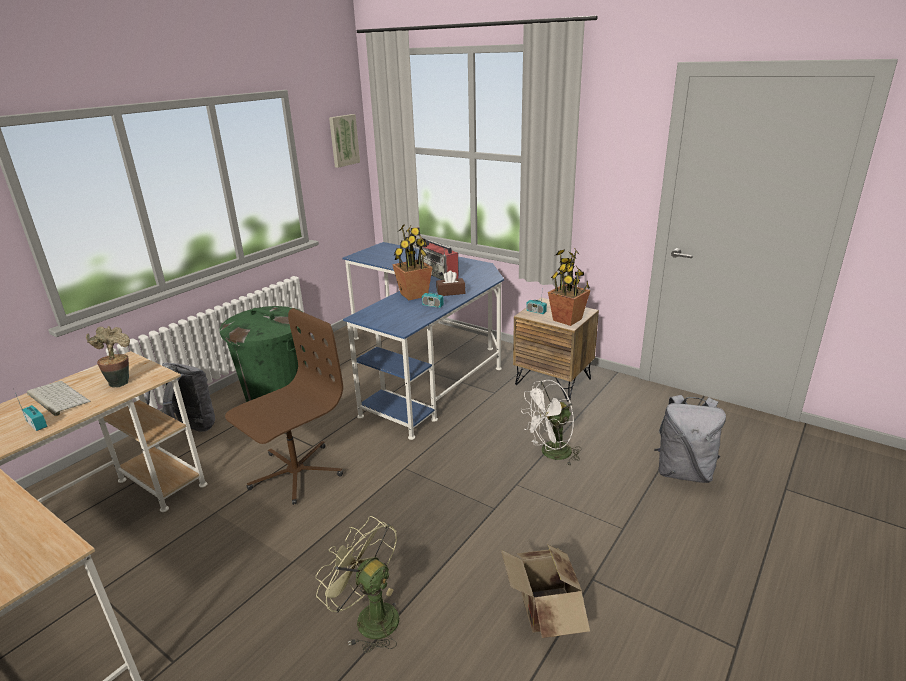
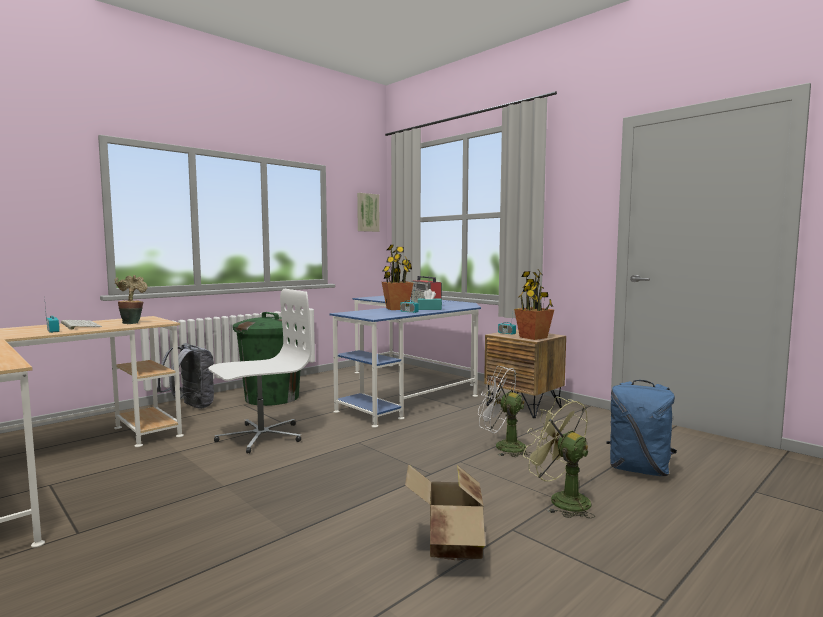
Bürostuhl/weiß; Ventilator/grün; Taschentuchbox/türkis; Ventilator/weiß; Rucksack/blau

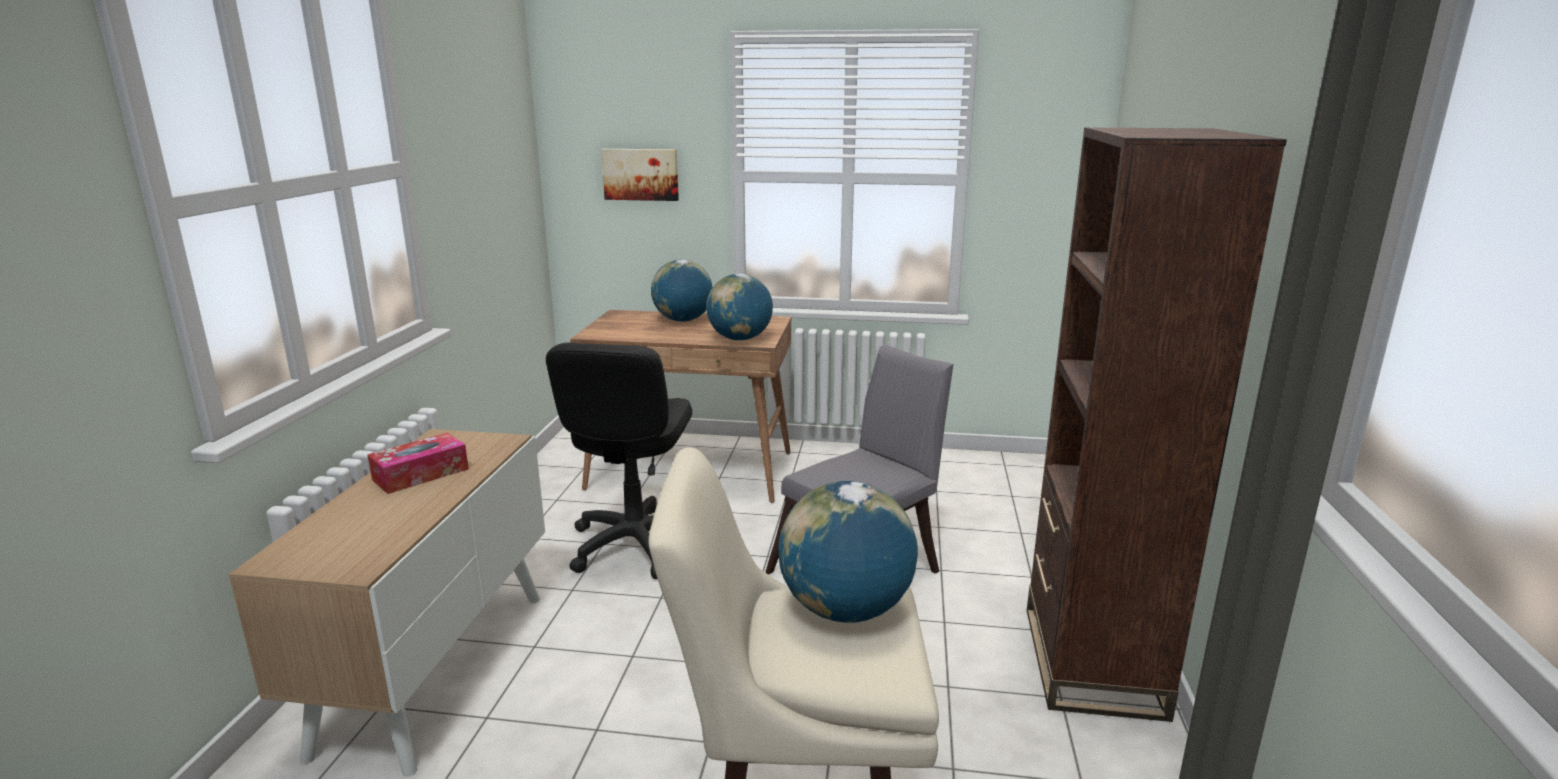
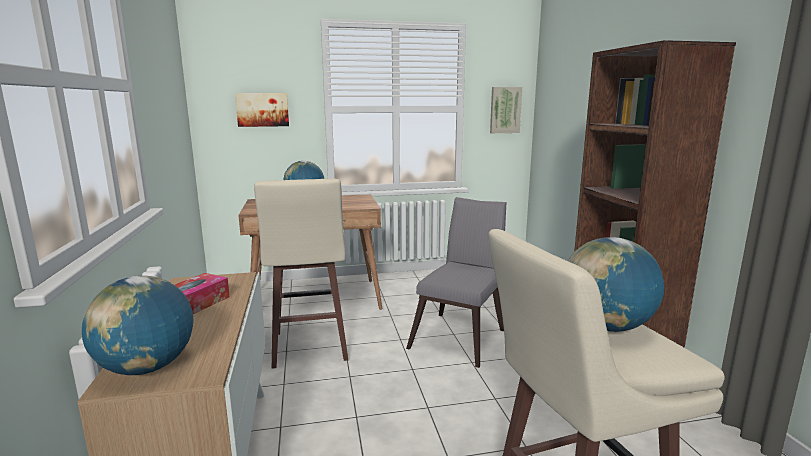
Hocker/beige (no. 1 from left); Globus (no. 1 from left); Bild (no. 2 from left)

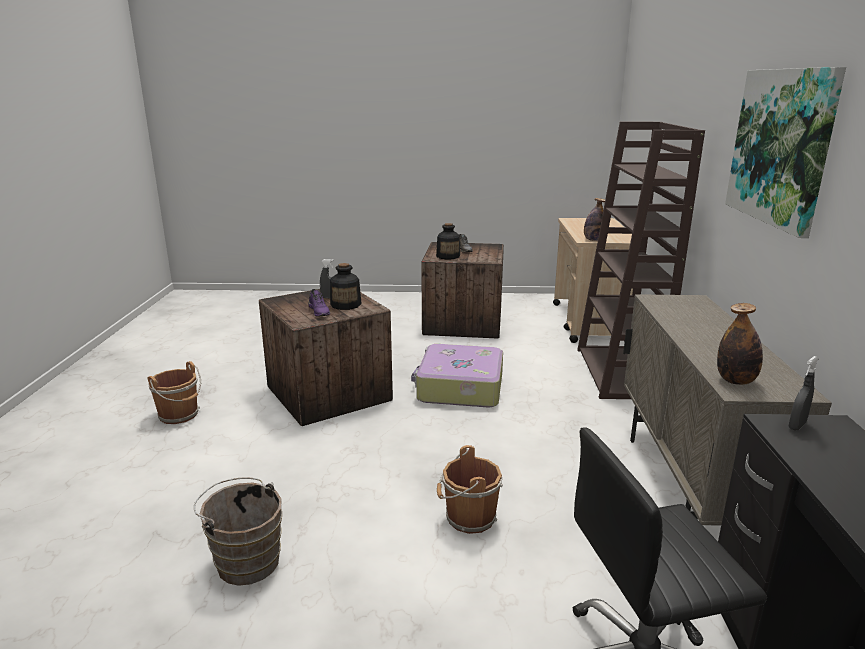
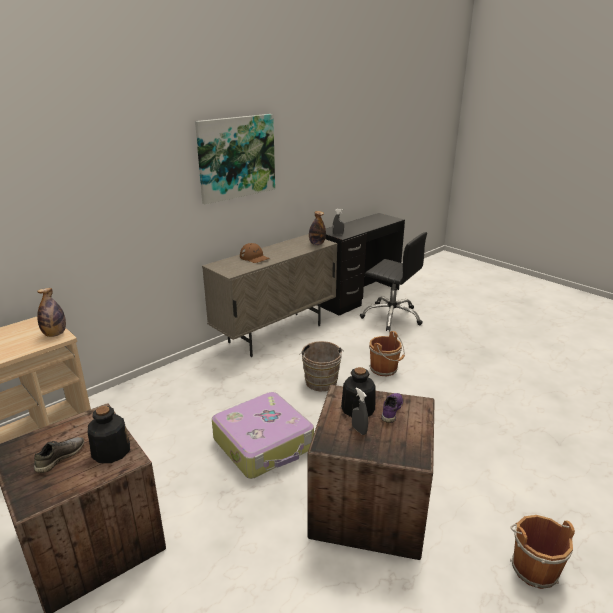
Eimer/braun (no. 1 from left); Bücherregal/braun; Kappe/braun

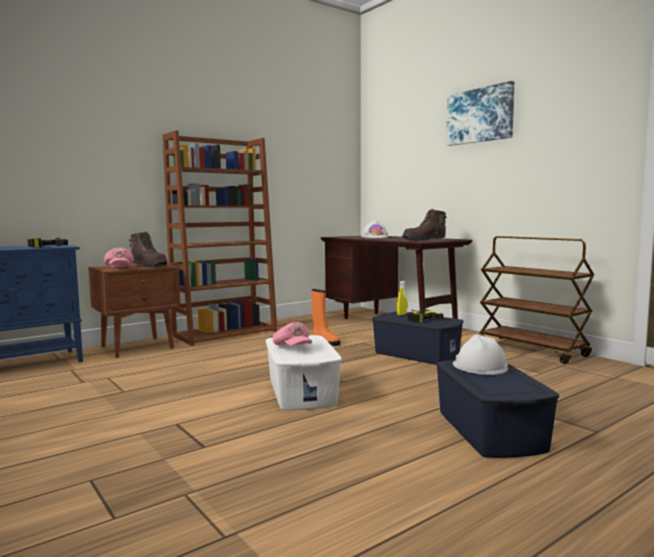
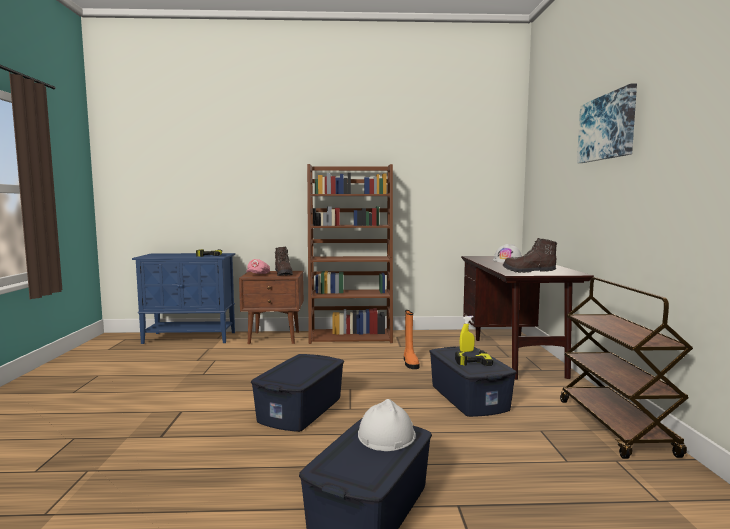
Aufbewahrungsbox/blau (no. 1 from left); Kappe/rosa (no. 2 from left in the first image)

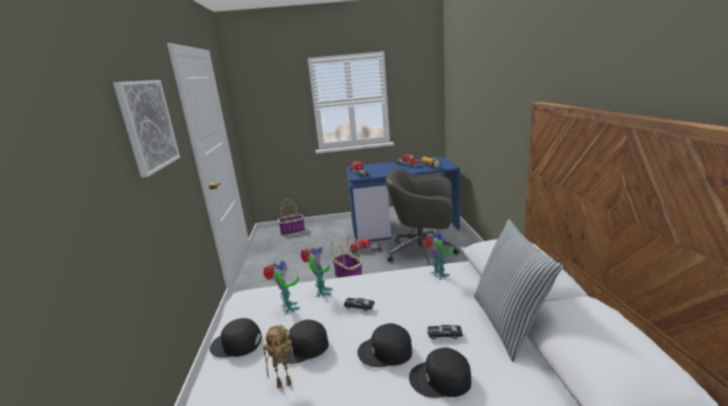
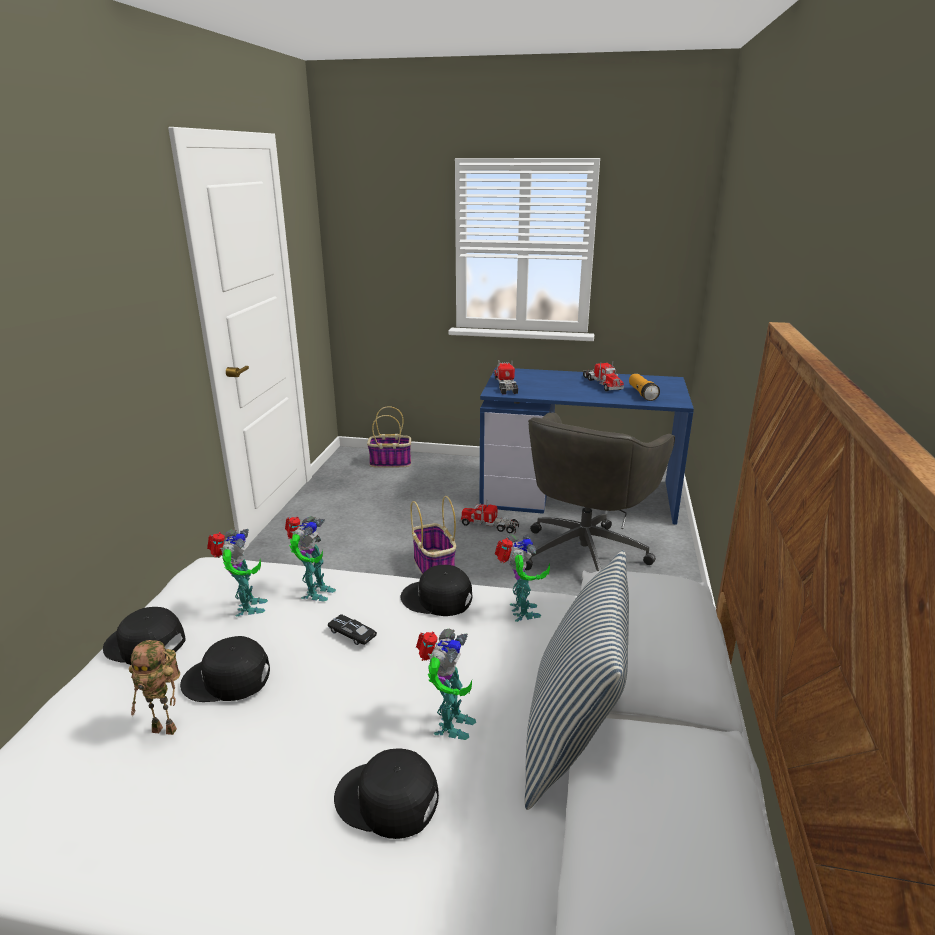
Bild; Kappe/schwarz (no. 4 from left); Bürostuhl/grau; Spielzeugroboter (no. 4 from left)

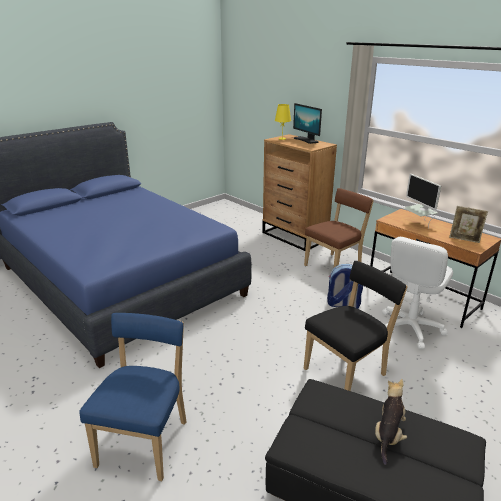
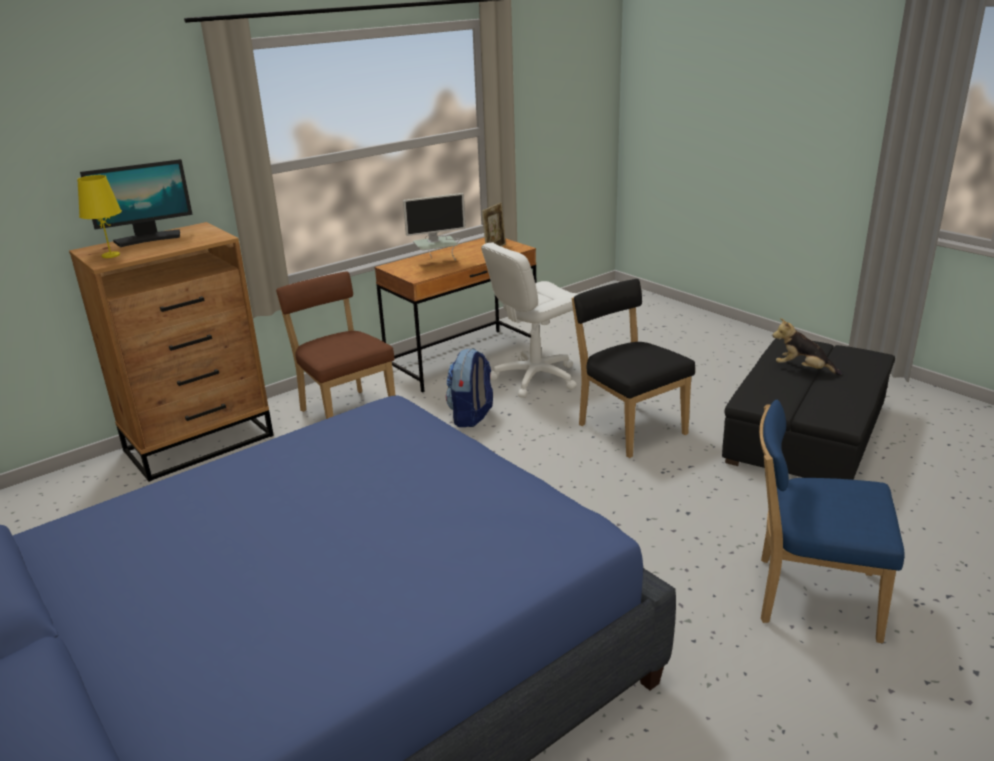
Bürostuhl/weiß

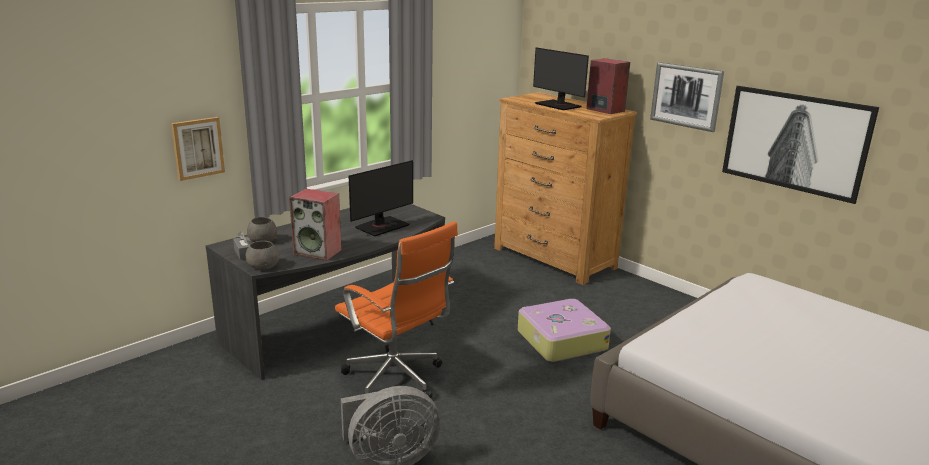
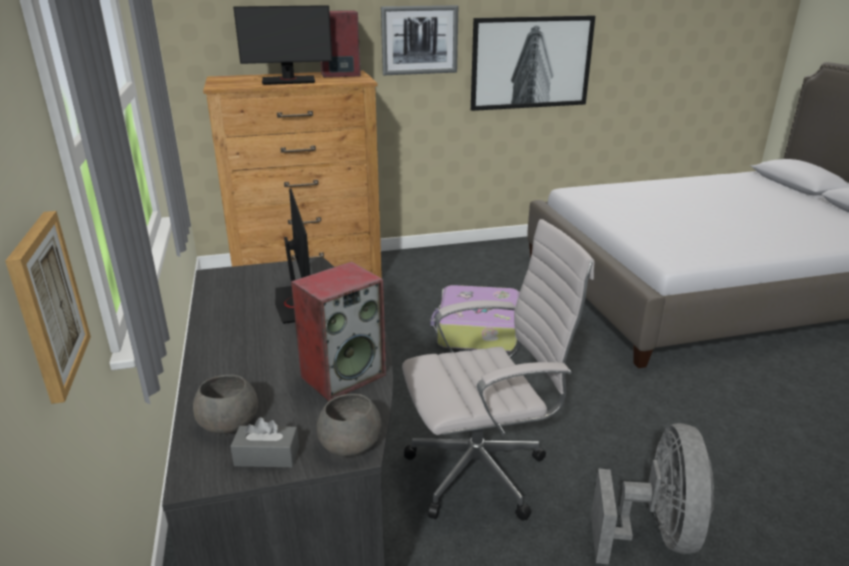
Bürostuhl/weiß

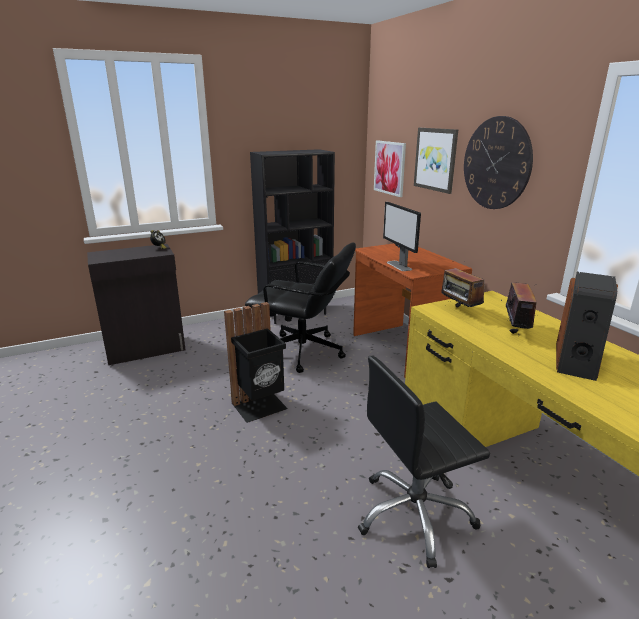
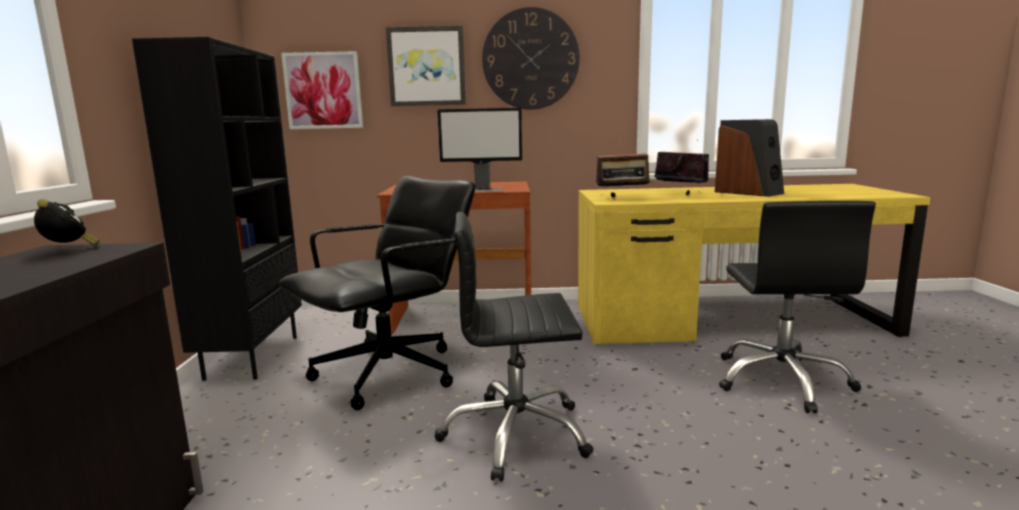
Bürostuhl/schwarz (no. 2 from left)

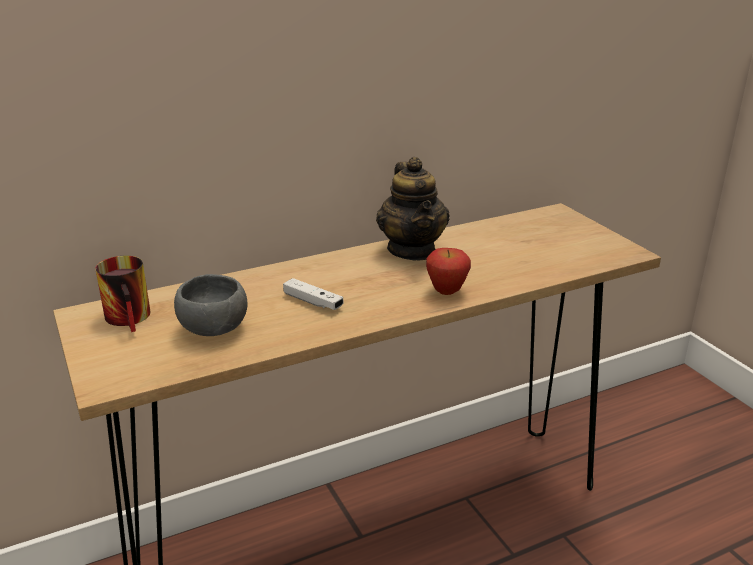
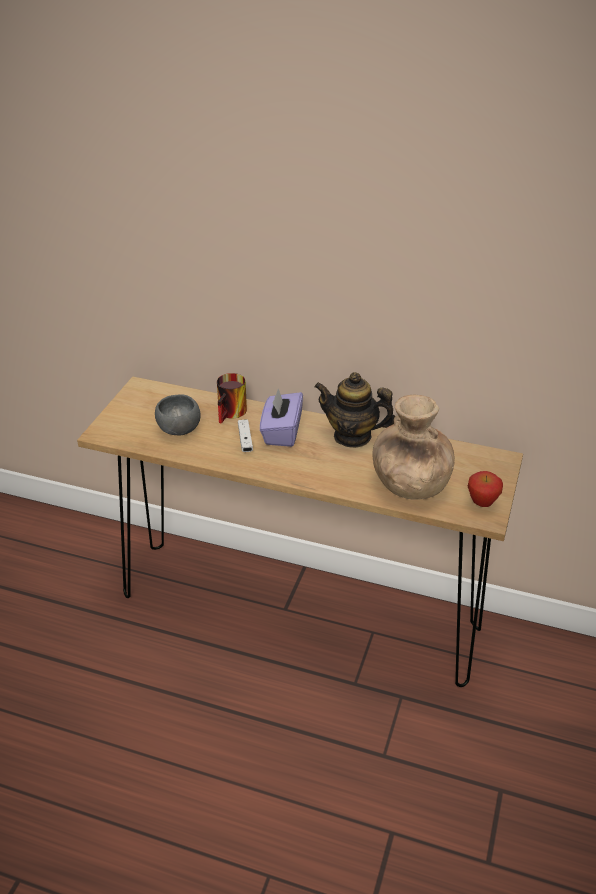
Henkelbecher; Teekanne; Apfel; Taschentuchbox/lila; Vase/braun

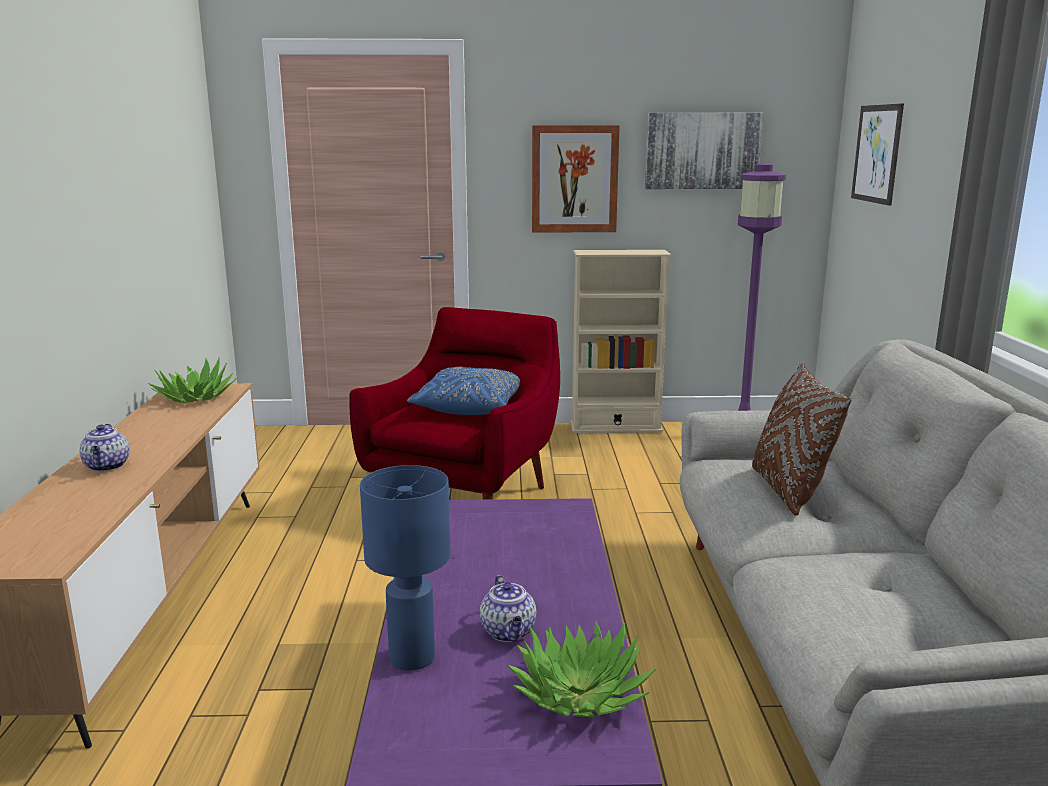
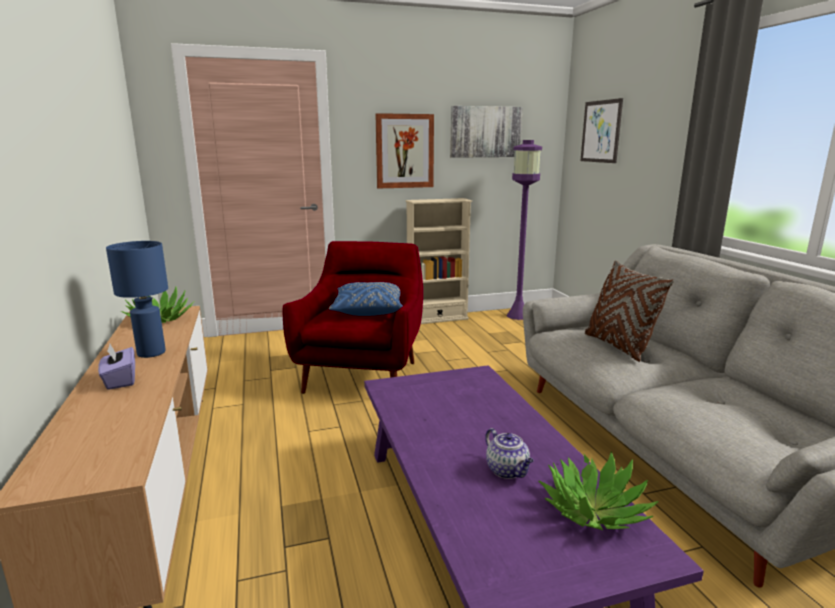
Taschentuchbox/lila; Tischlampe/blau

